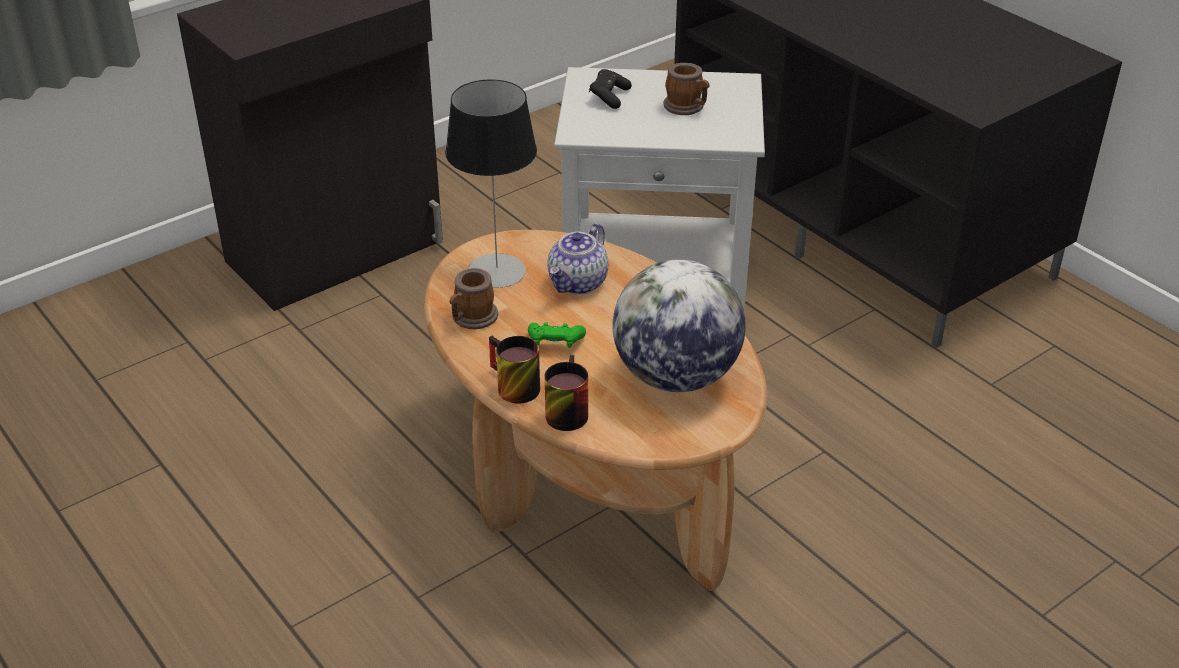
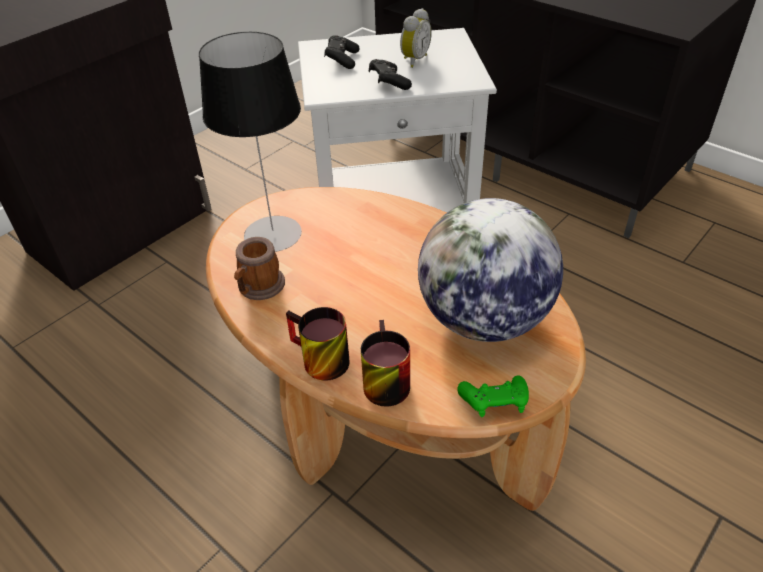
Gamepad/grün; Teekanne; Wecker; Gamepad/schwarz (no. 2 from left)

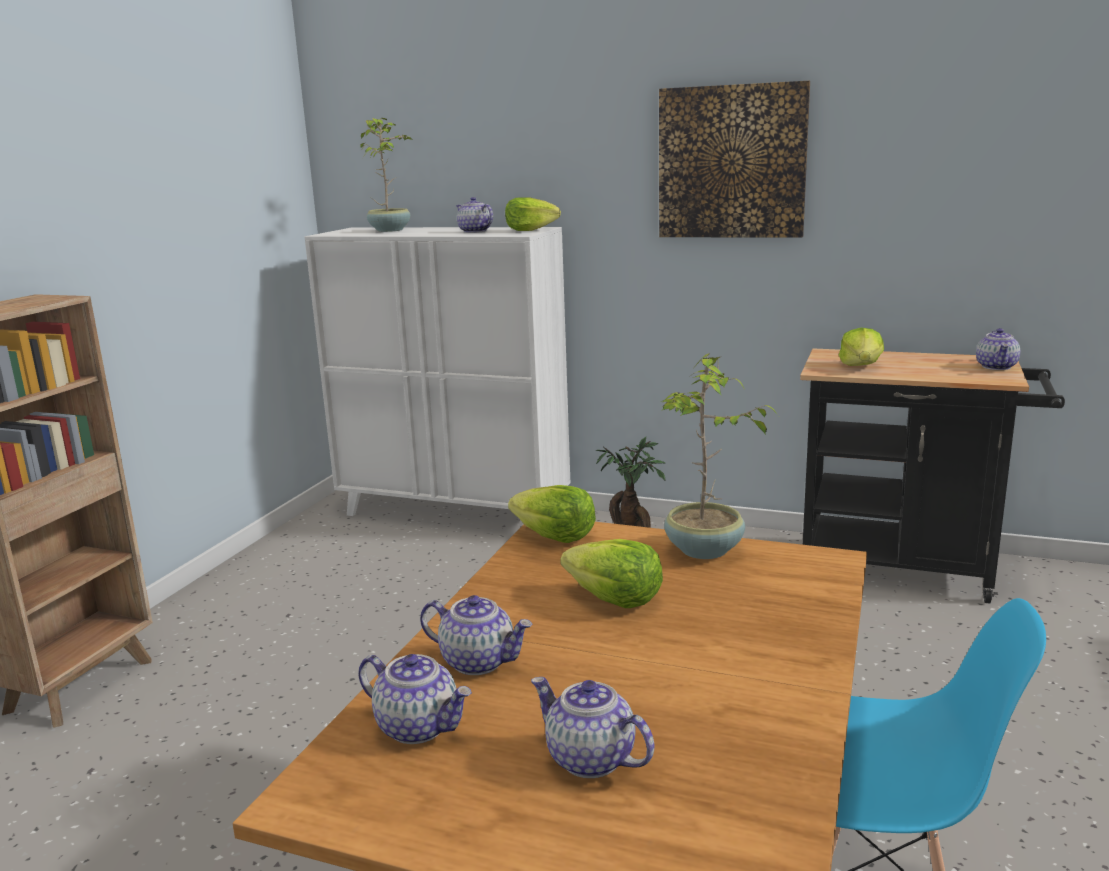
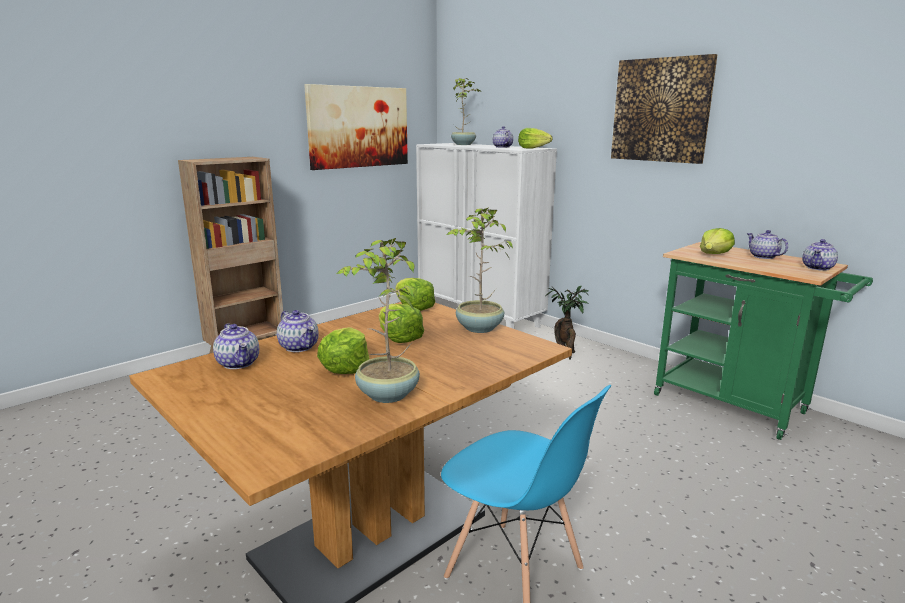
Teekanne (no. 4 from left); Rollwagen/grün; Bild (no. 1 from left); Salatkopf (no. 1 from left); Topfpflanze (no. 1 from left)

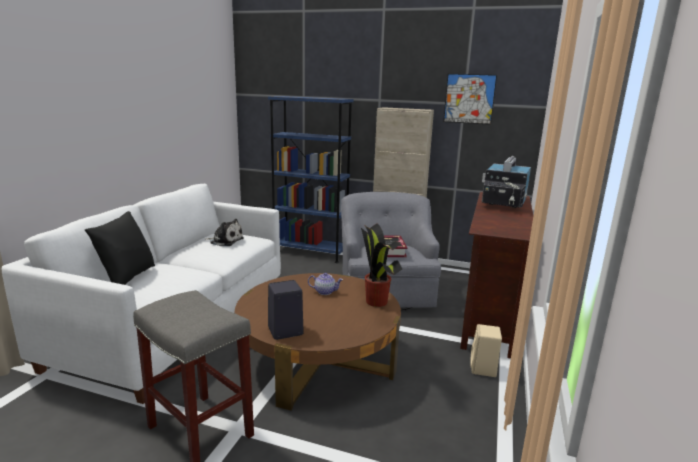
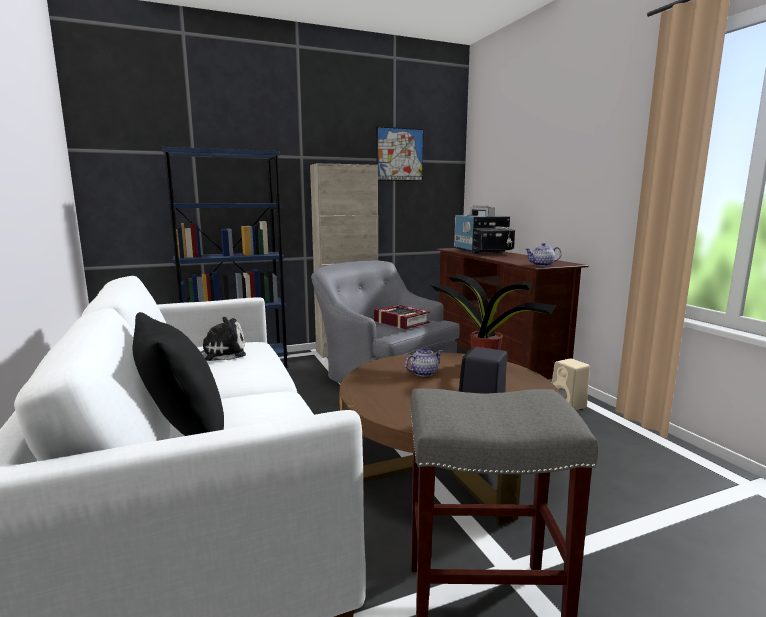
Teekanne (no. 2 from left)

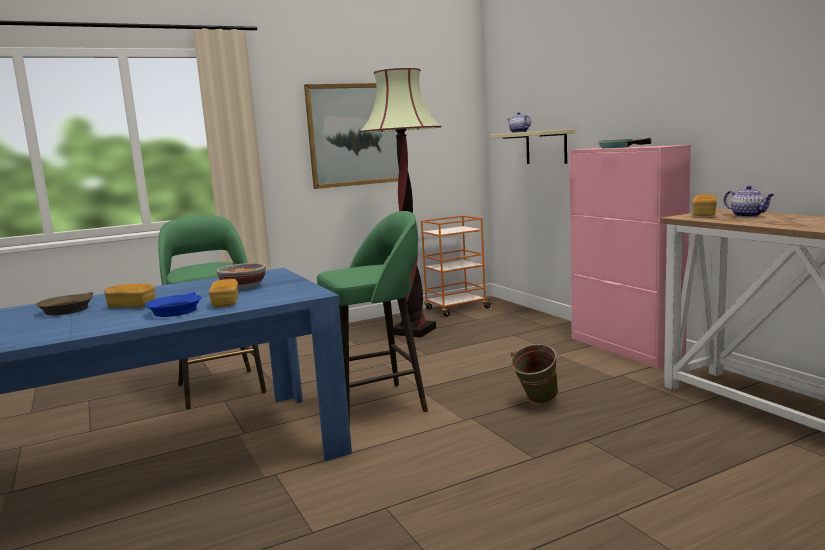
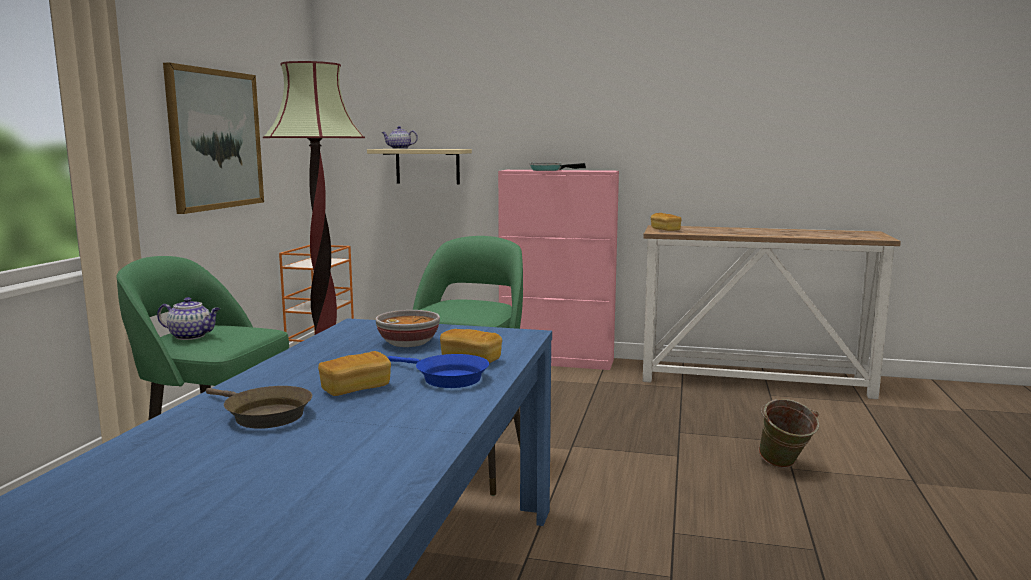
Eimer/grün; Teekanne (no. 1 from left)

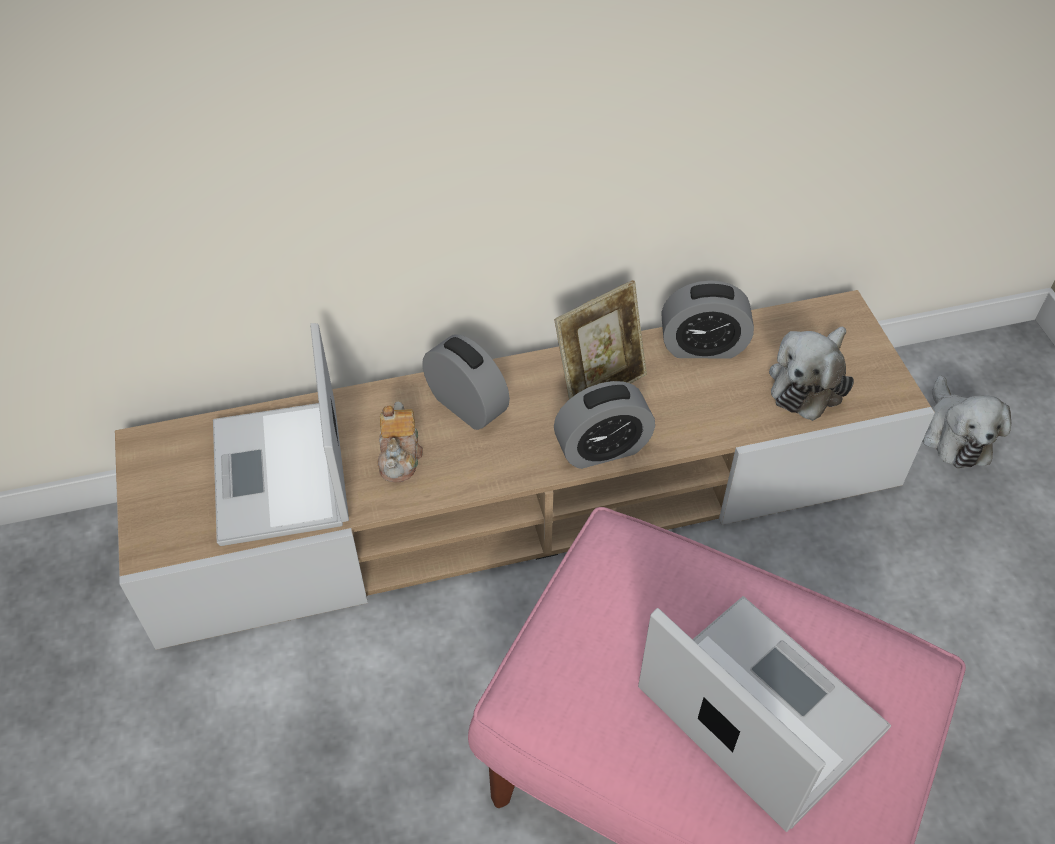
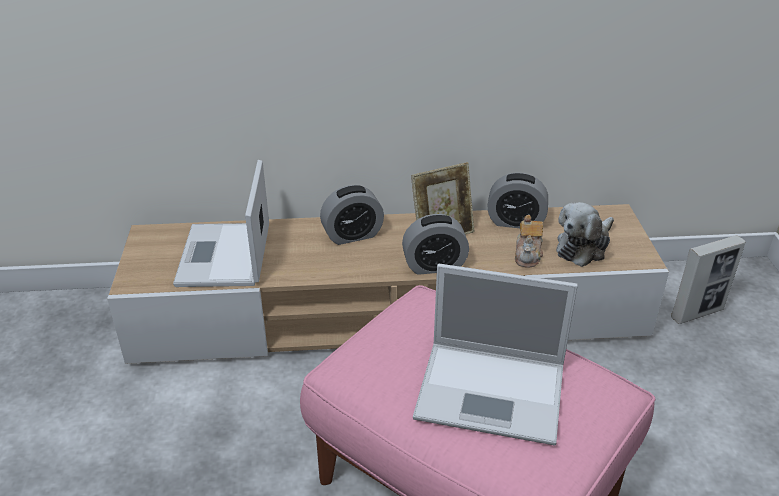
Teekanne; Wecker (no. 1 from left); Laptop (no. 2 from left); Bilderrahmen (no. 2 from left)

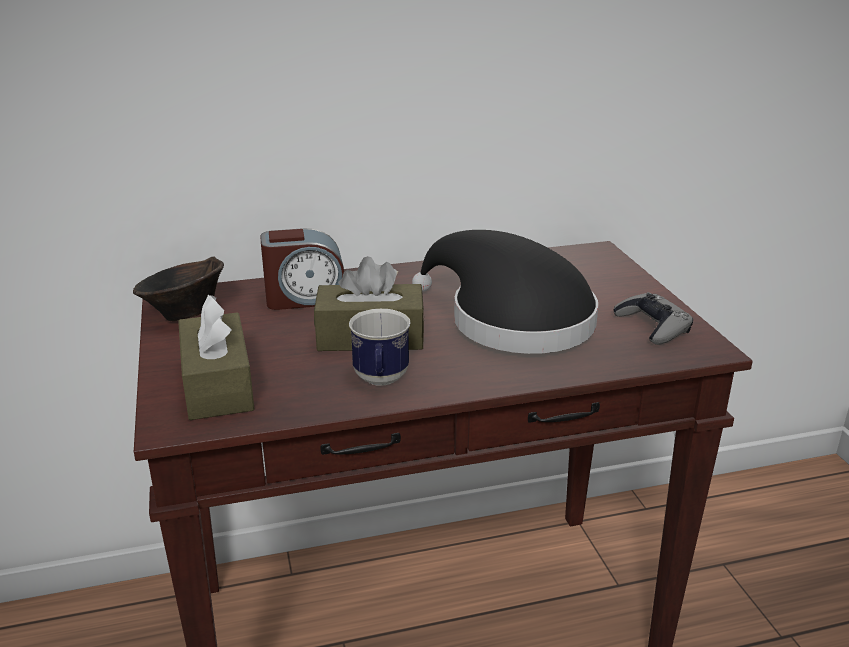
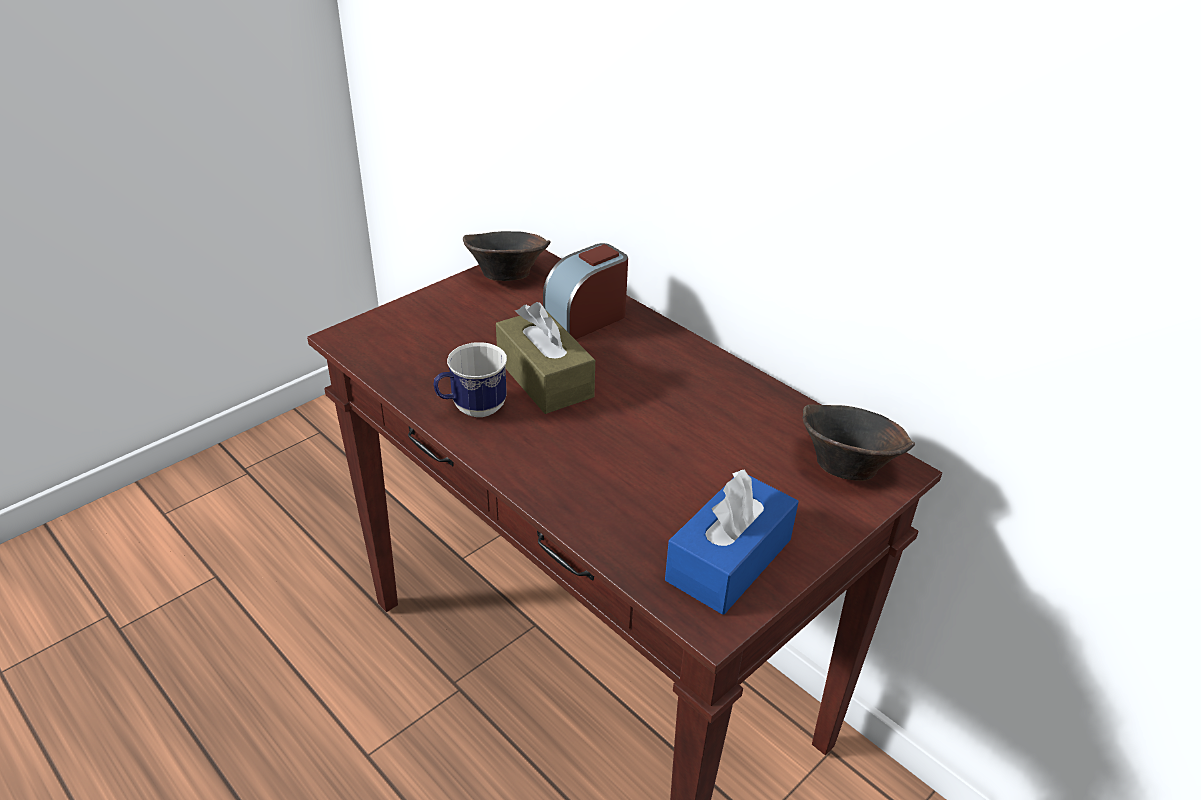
Taschentuchbox/braun (no. 1 from left in the first image); Wecker; Hut/schwarz; Taschentuchbox/blau; Schüssel/braun (no. 2 from left)

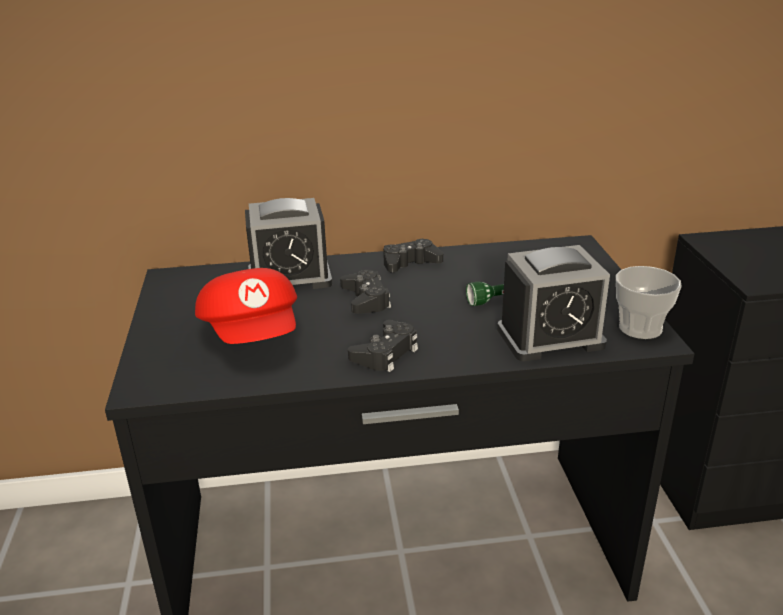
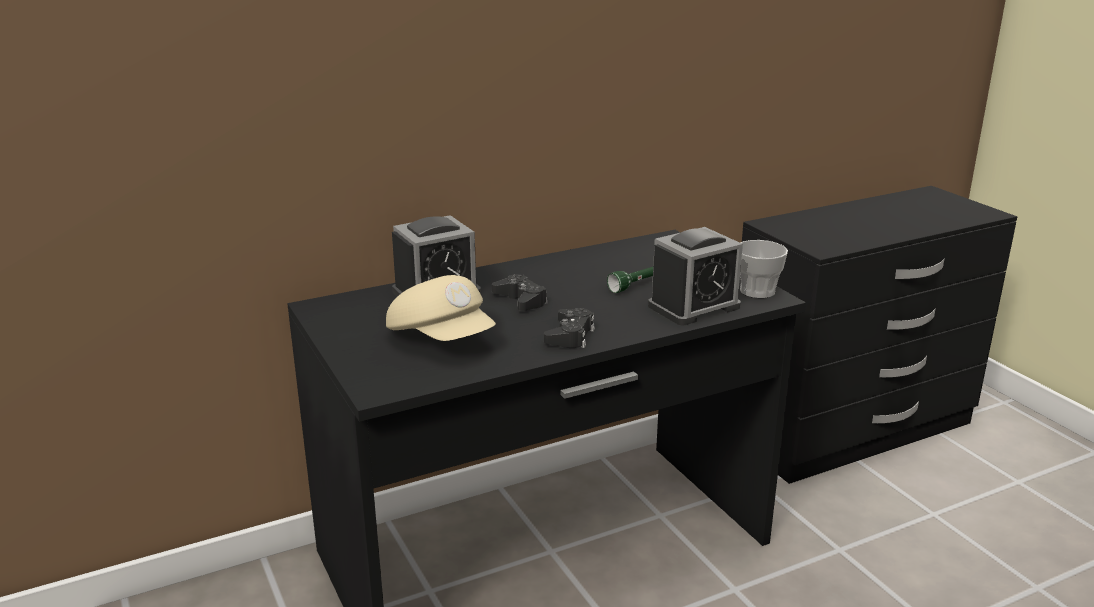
Kappe/beige; Gamepad/schwarz (no. 3 from left in the first image)

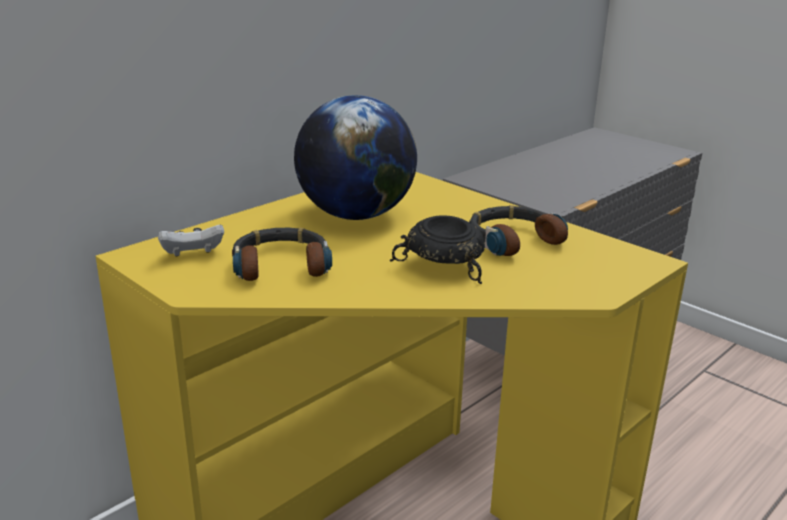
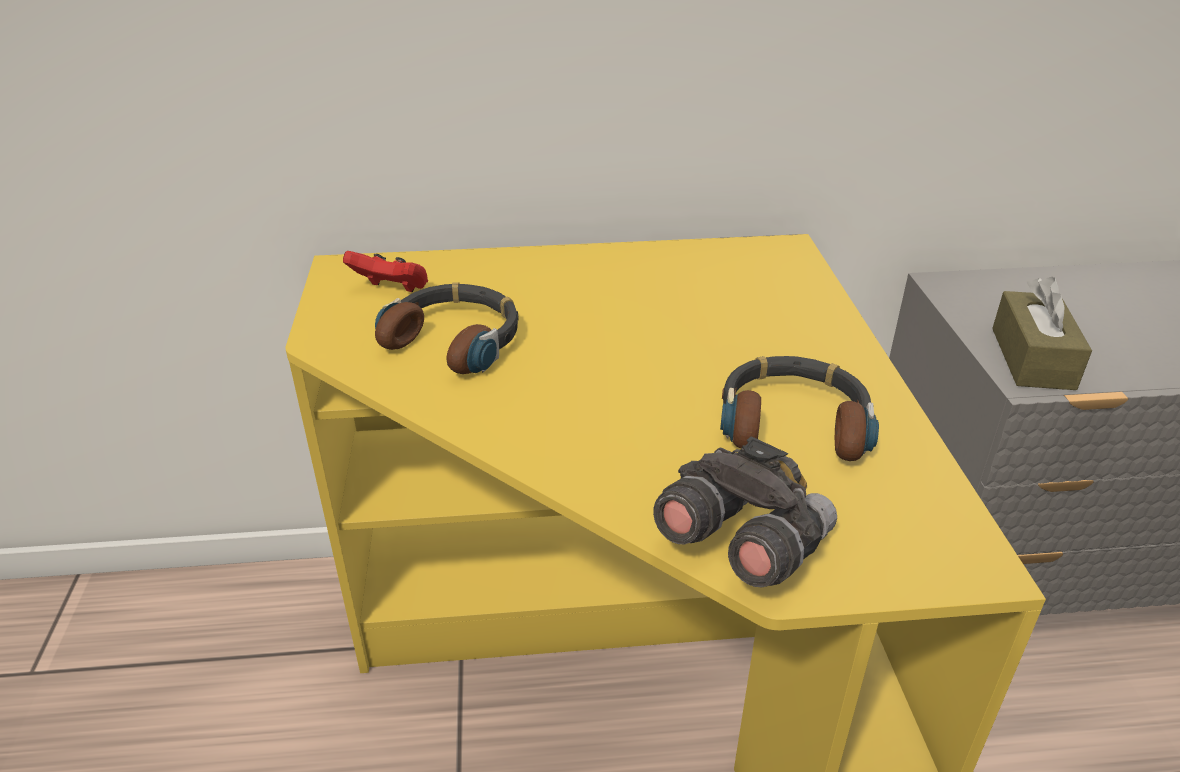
Gamepad/rot; Globus; Schüssel/schwarz; Fernglas/grau; Taschentuchbox/braun

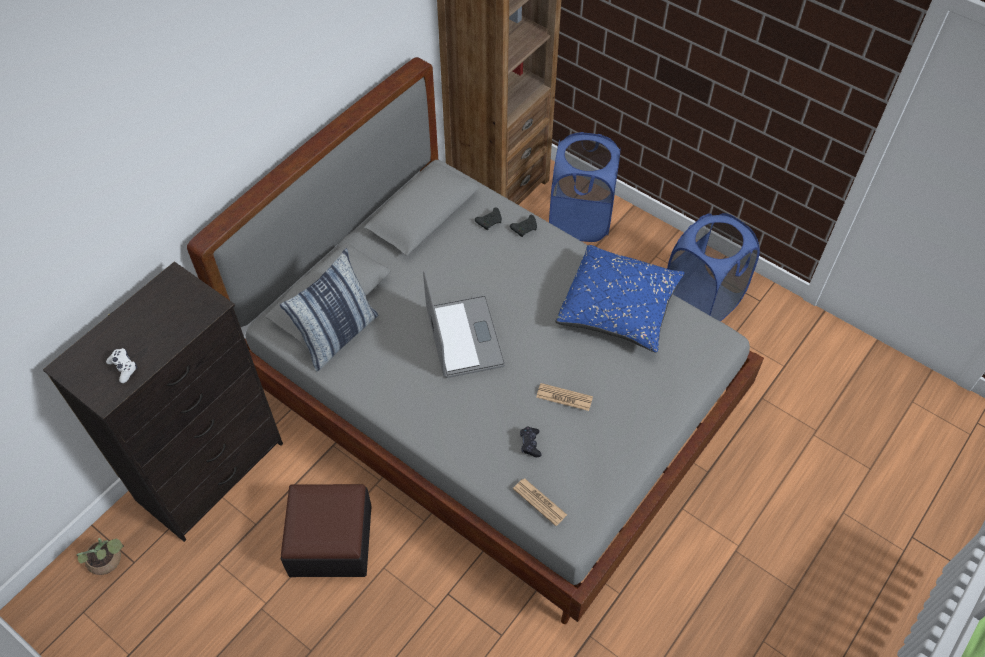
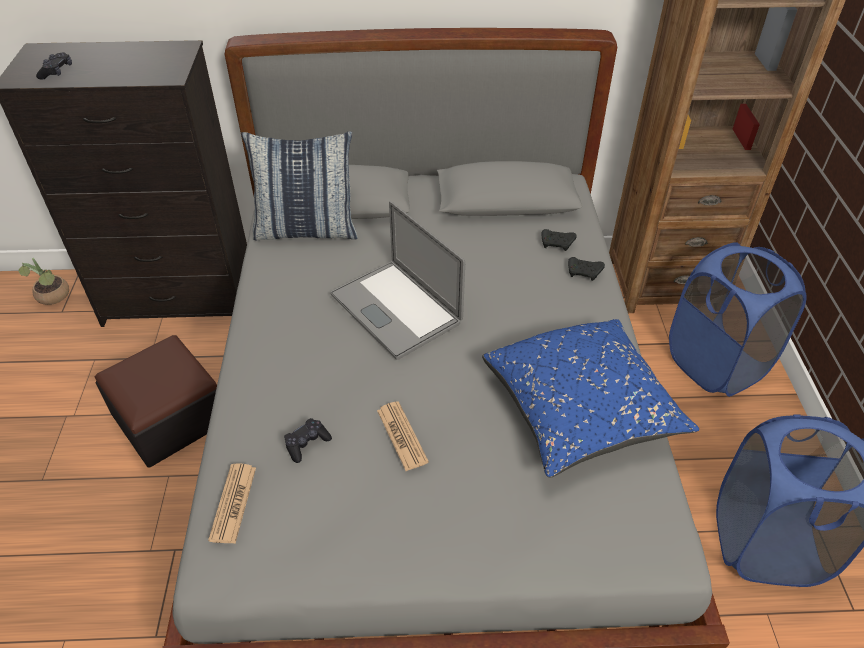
Gamepad/schwarz (no. 1 from left); Laptop

